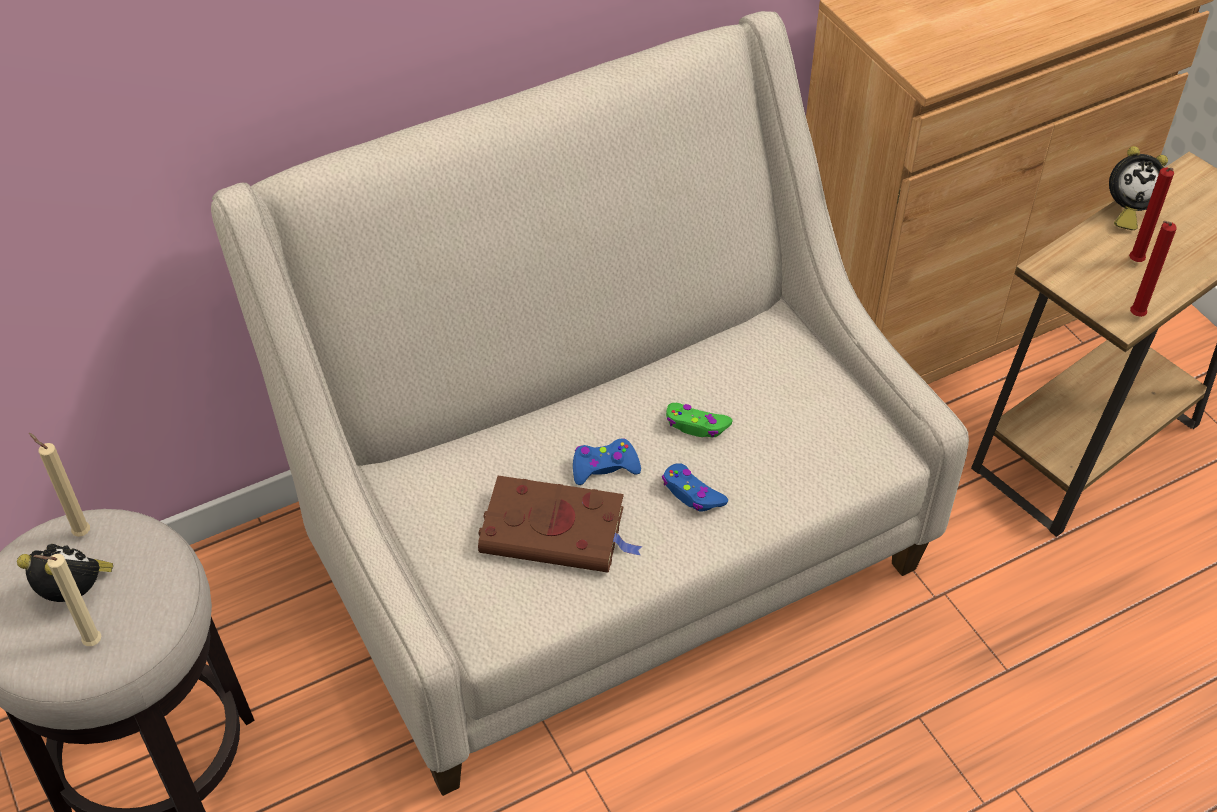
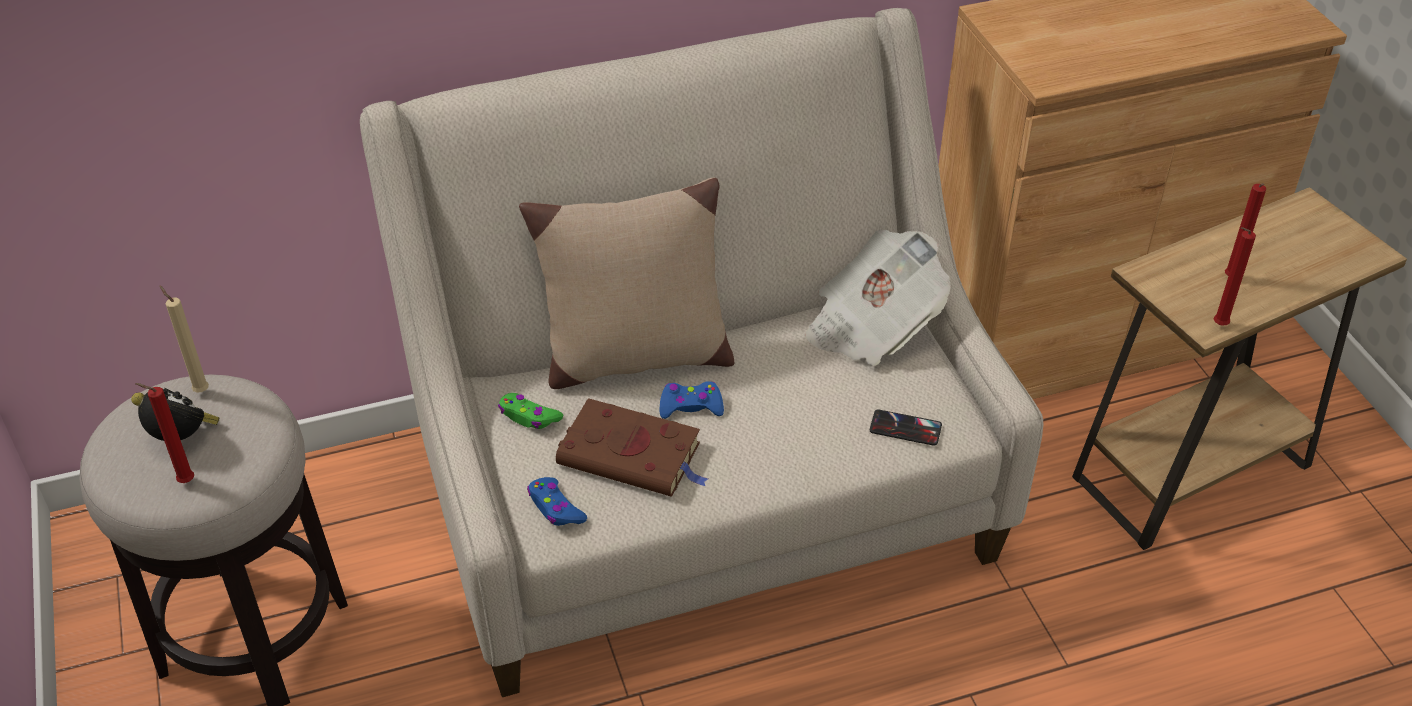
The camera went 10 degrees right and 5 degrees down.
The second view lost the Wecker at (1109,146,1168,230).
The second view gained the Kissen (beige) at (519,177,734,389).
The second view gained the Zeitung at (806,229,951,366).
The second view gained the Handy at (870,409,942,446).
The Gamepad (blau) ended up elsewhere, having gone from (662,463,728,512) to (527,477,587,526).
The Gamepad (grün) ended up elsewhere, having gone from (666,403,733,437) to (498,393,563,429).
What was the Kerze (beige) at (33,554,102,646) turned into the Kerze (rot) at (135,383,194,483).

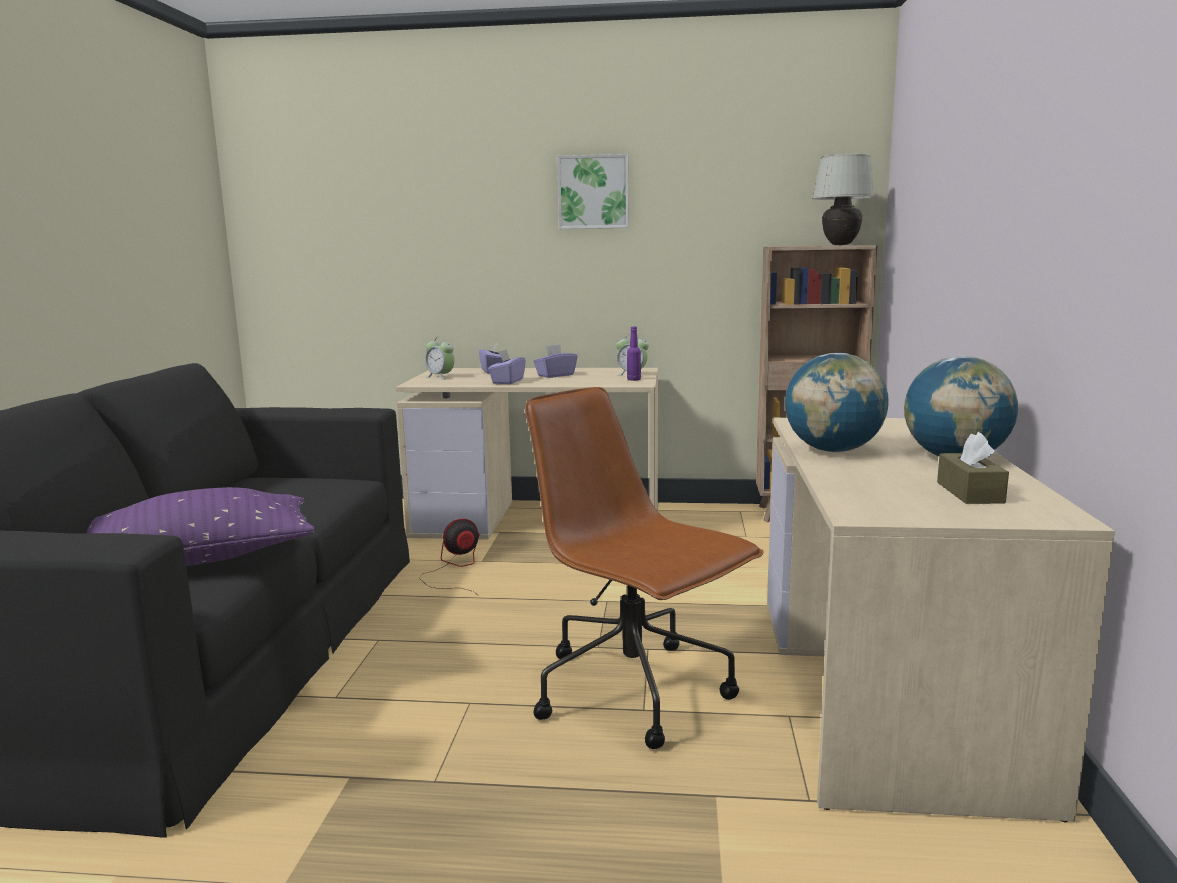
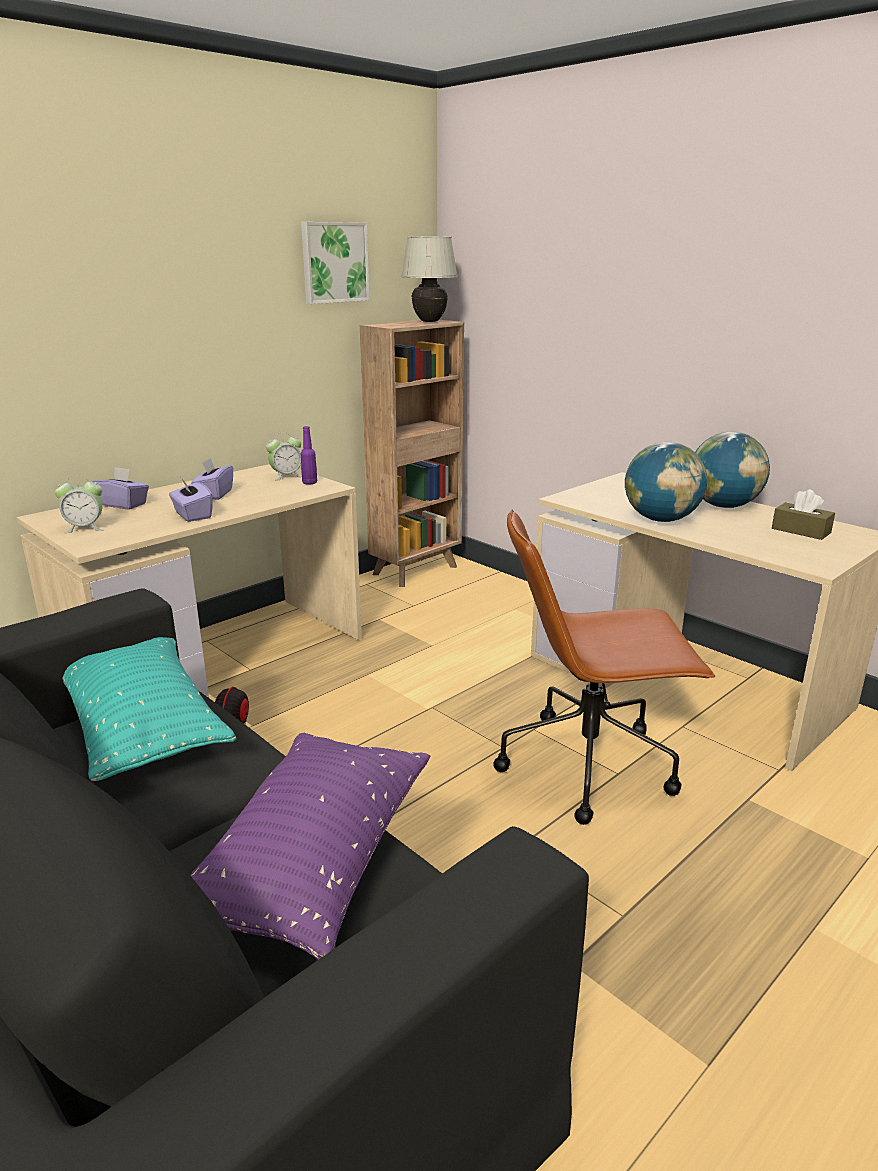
The camera went 50 degrees left and 10 degrees up.
The second view gained the Kissen (türkis) at (62,637,237,781).
The Bild ended up elsewhere, having gone from (557,154,629,229) to (301,222,370,304).

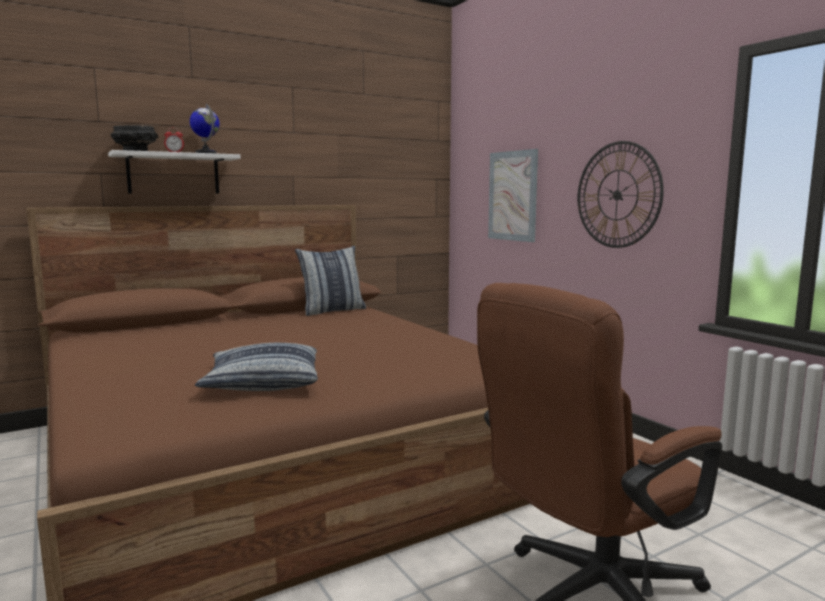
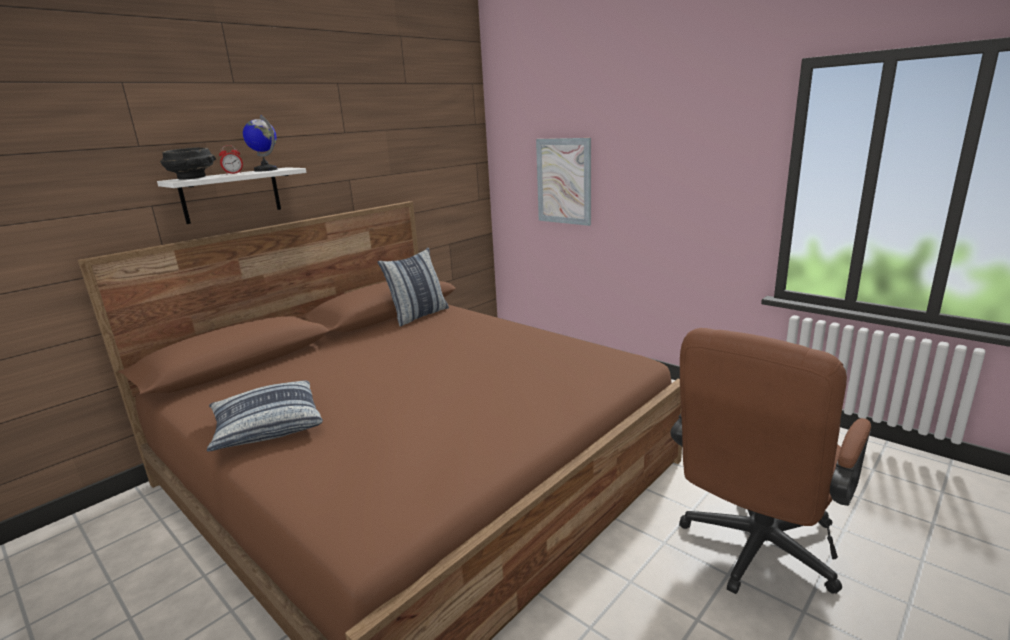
The camera went 15 degrees left and 10 degrees up.
The second view lost the Wanduhr at (578,141,664,248).
The Kissen ended up elsewhere, having gone from (195,343,318,391) to (207,380,323,451).

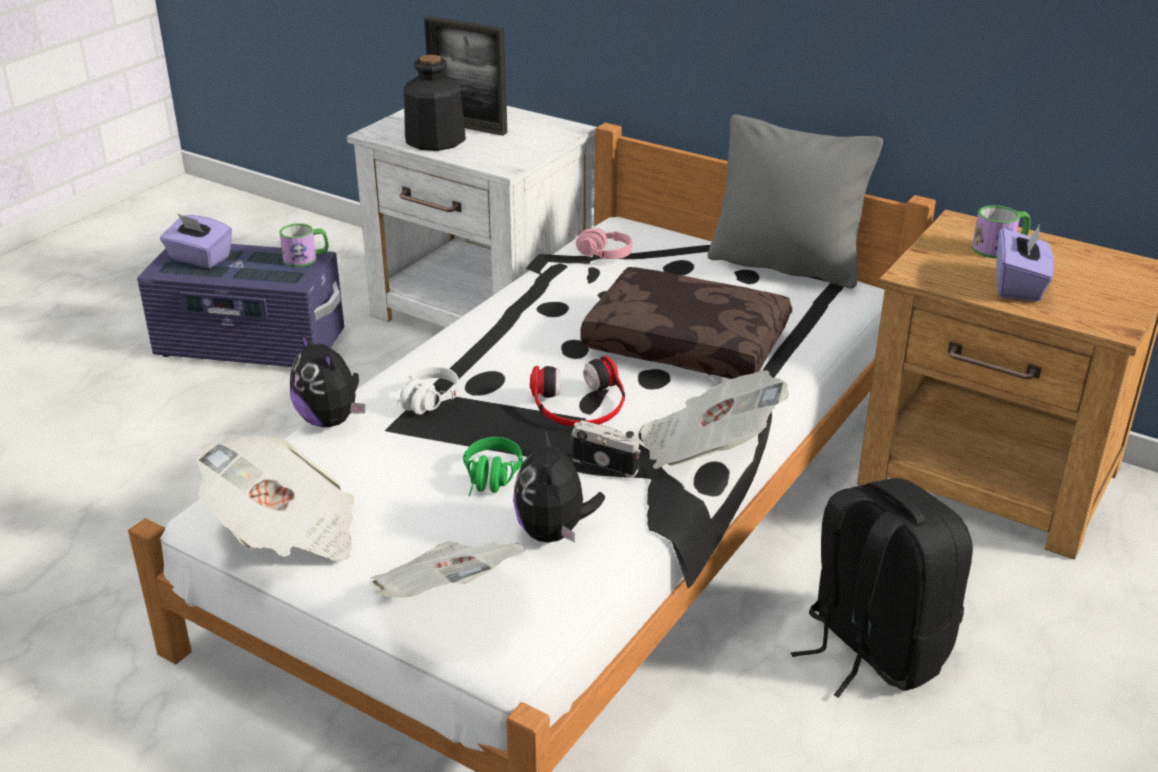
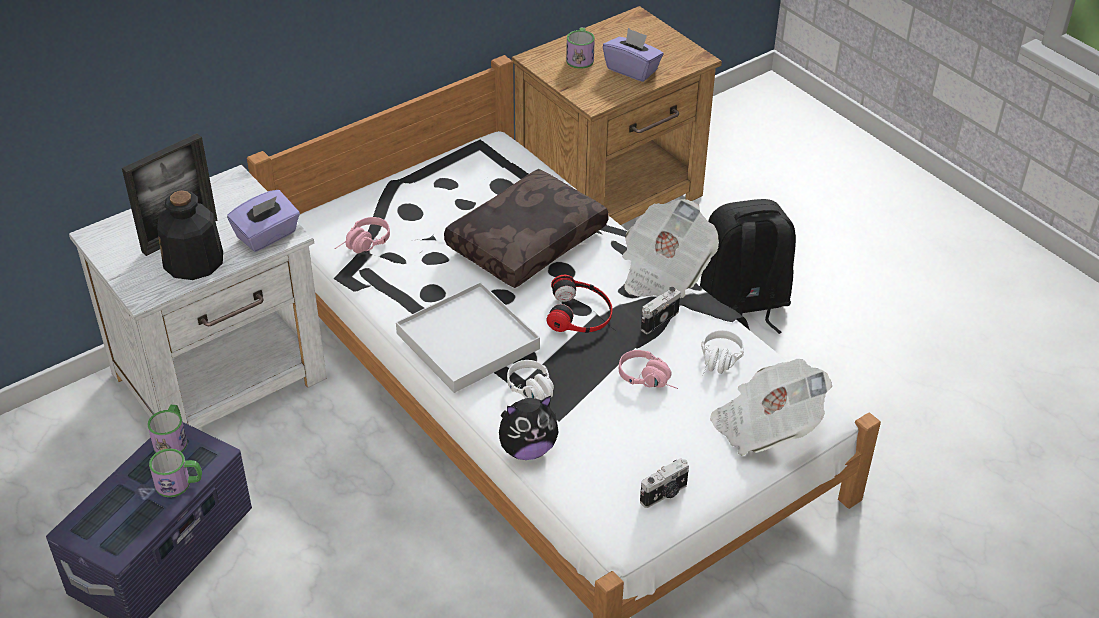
The camera went 70 degrees left and 10 degrees up.
The second view lost the Kissen (grau) at (708,114,883,289).
The second view gained the Henkelbecher at (149,449,202,497).
The second view gained the Tablett (weiß) at (396,282,540,393).
The Taschentuchbox (lila) ended up elsewhere, having gone from (160,214,232,268) to (227,190,300,252).
Where the Zeitung stood at (196,436,355,561), the Kamera came to stand at (640,458,689,508).
Where the Plüschtier stood at (513,429,605,542), the Kopfhörer (weiß) came to stand at (701,330,744,376).
What was the Kopfhörer (grün) at (463,437,523,496) turned into the Kopfhörer (rosa) at (619,350,678,389).

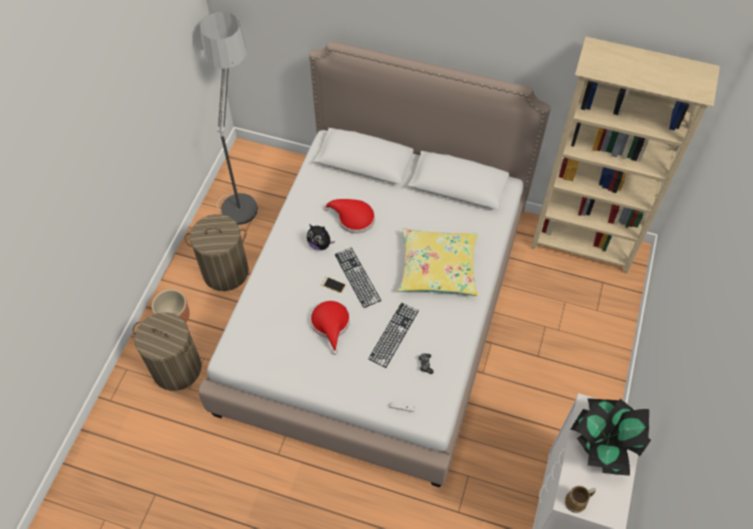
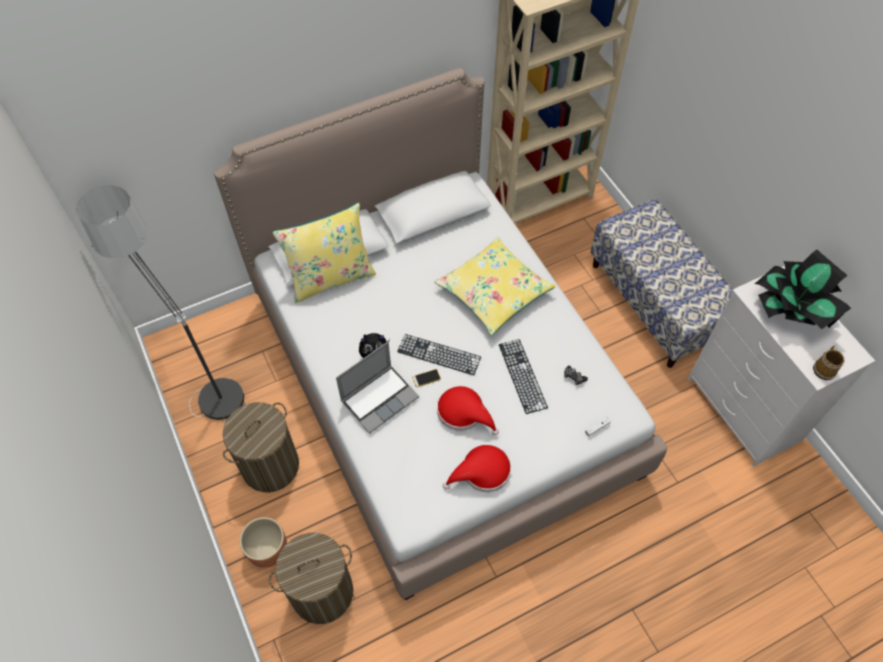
The camera went 45 degrees left and 0 degrees up.
The second view gained the Kissen (gelb) at (272,203,376,303).
The second view gained the Laptop at (336,342,419,434).
The second view gained the Bank at (590,199,733,368).
The Hut (rot) ended up elsewhere, having gone from (323,199,375,234) to (443,444,511,492).

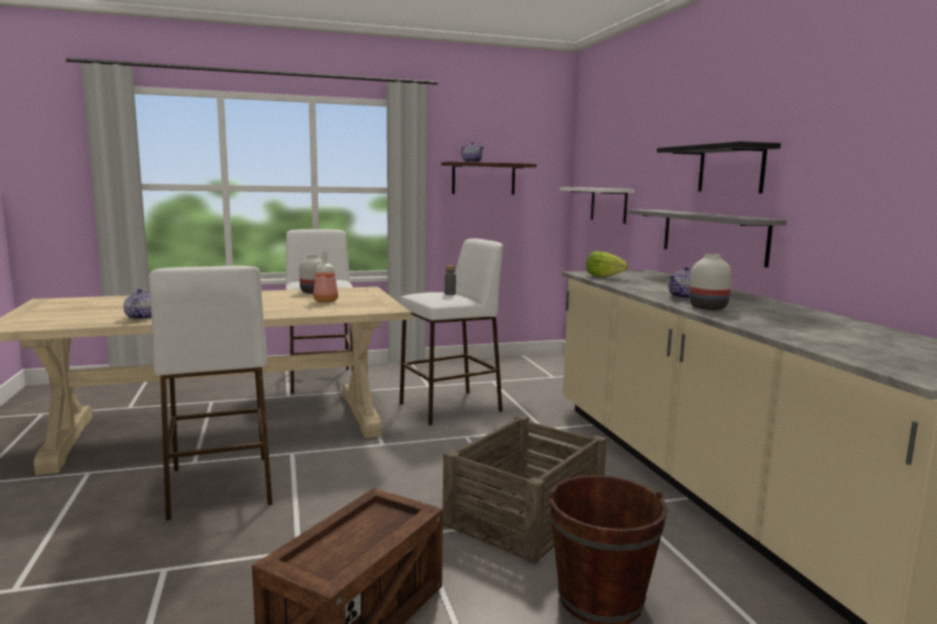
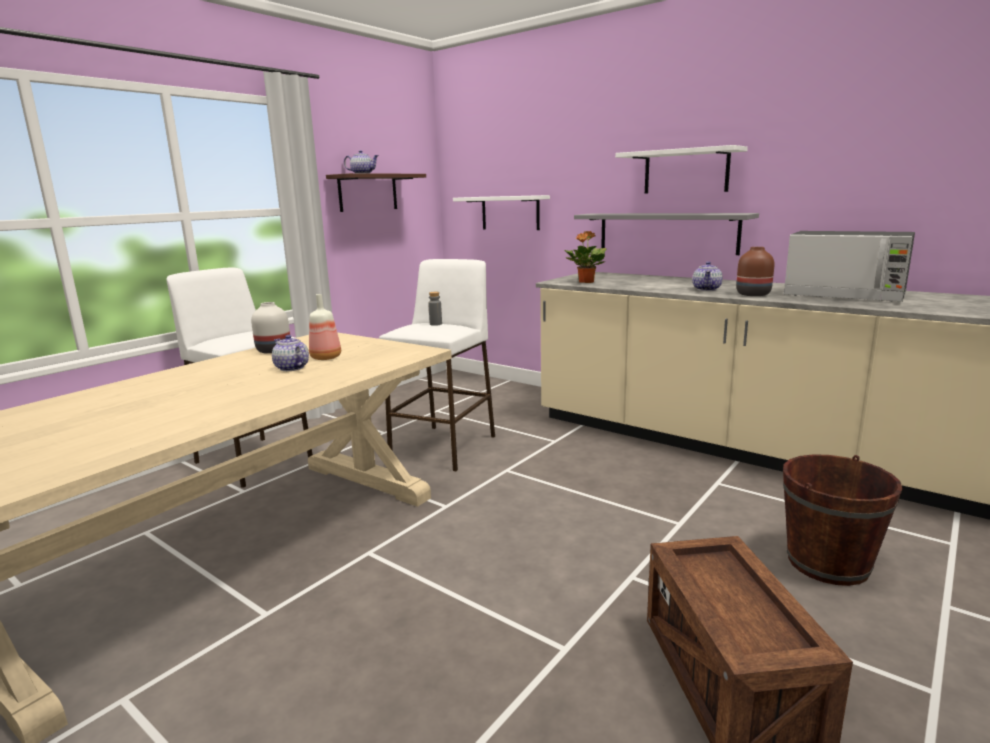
The camera went 35 degrees left and 5 degrees up.
The second view lost the Hocker (weiß) at (149,266,272,520).
The second view lost the Kiste at (443,415,607,563).
The second view gained the Mikrowelle at (784,231,915,302).
The Teekanne ended up elsewhere, having gone from (124,289,152,320) to (272,335,309,371).
Where the Salatkopf stood at (586,251,628,277), the Topfpflanze came to stand at (565,231,607,283).
What was the Wandregal (schwarz) at (657,141,781,193) turned into the Wandregal (weiß) at (615,145,748,194).
What was the Vase (weiß) at (689,254,732,310) turned into the Vase (braun) at (736,247,774,296).

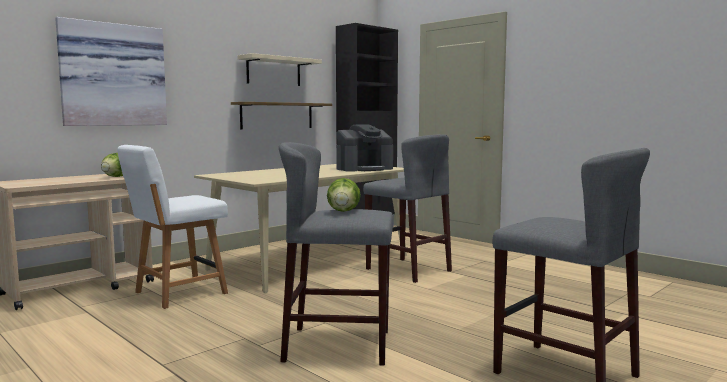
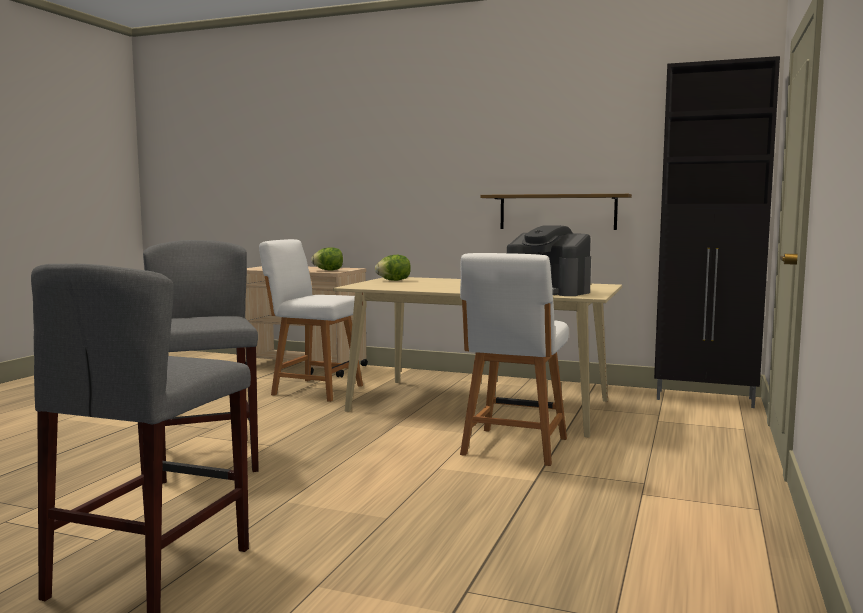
The camera went 65 degrees right and 0 degrees up.
The second view lost the Bild at (55,17,167,126).
The second view lost the Wandregal (beige) at (237,53,322,86).
The Salatkopf ended up elsewhere, having gone from (327,178,361,212) to (375,255,411,281).
Where the Hocker (grau) stood at (363,134,452,283), the Stuhl (weiß) came to stand at (460,253,569,466).

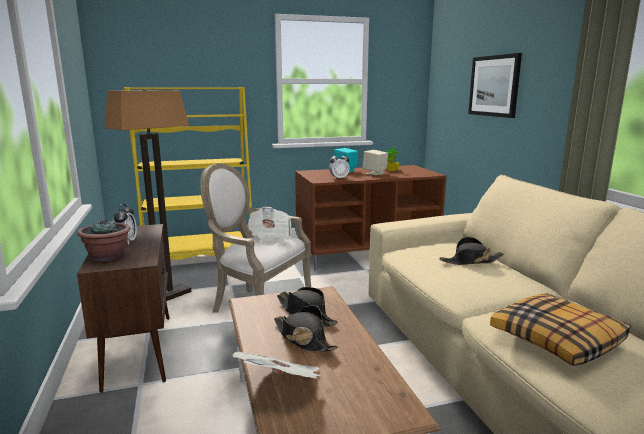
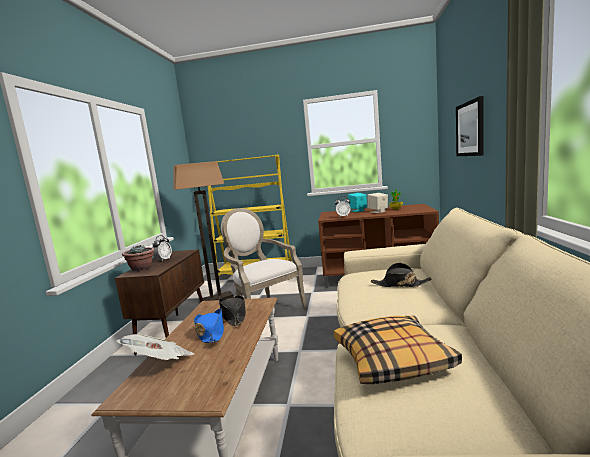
The camera went 25 degrees right and 5 degrees down.
The second view lost the Zeitung at (247,207,292,246).
What was the Hut (schwarz) at (274,305,338,352) turned into the Hut (blau) at (194,308,224,343).

